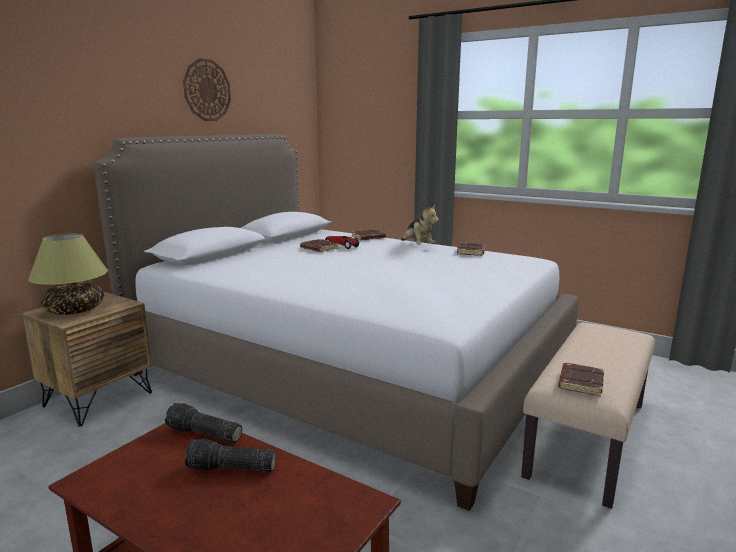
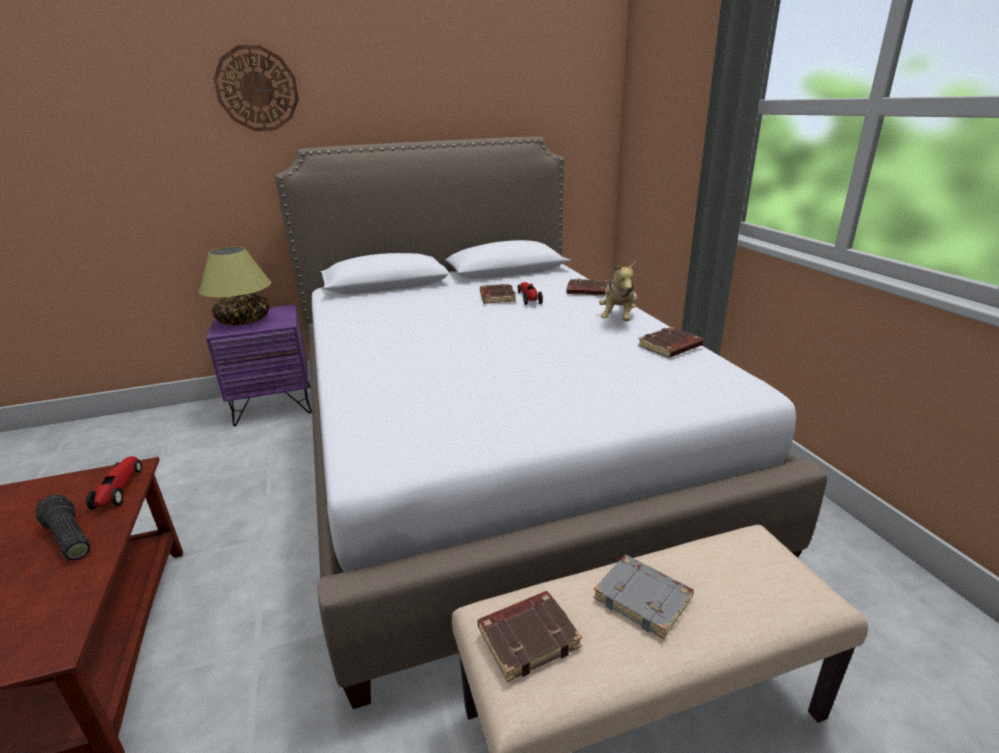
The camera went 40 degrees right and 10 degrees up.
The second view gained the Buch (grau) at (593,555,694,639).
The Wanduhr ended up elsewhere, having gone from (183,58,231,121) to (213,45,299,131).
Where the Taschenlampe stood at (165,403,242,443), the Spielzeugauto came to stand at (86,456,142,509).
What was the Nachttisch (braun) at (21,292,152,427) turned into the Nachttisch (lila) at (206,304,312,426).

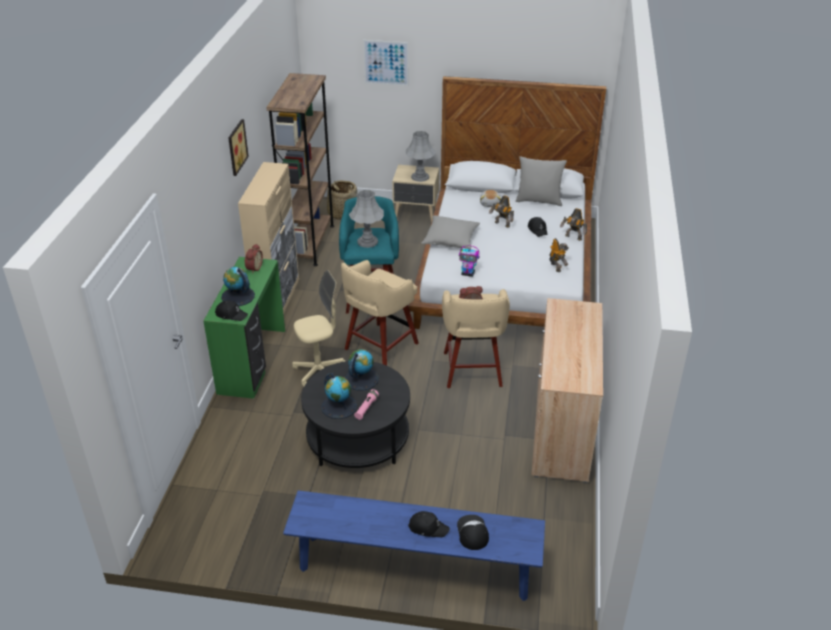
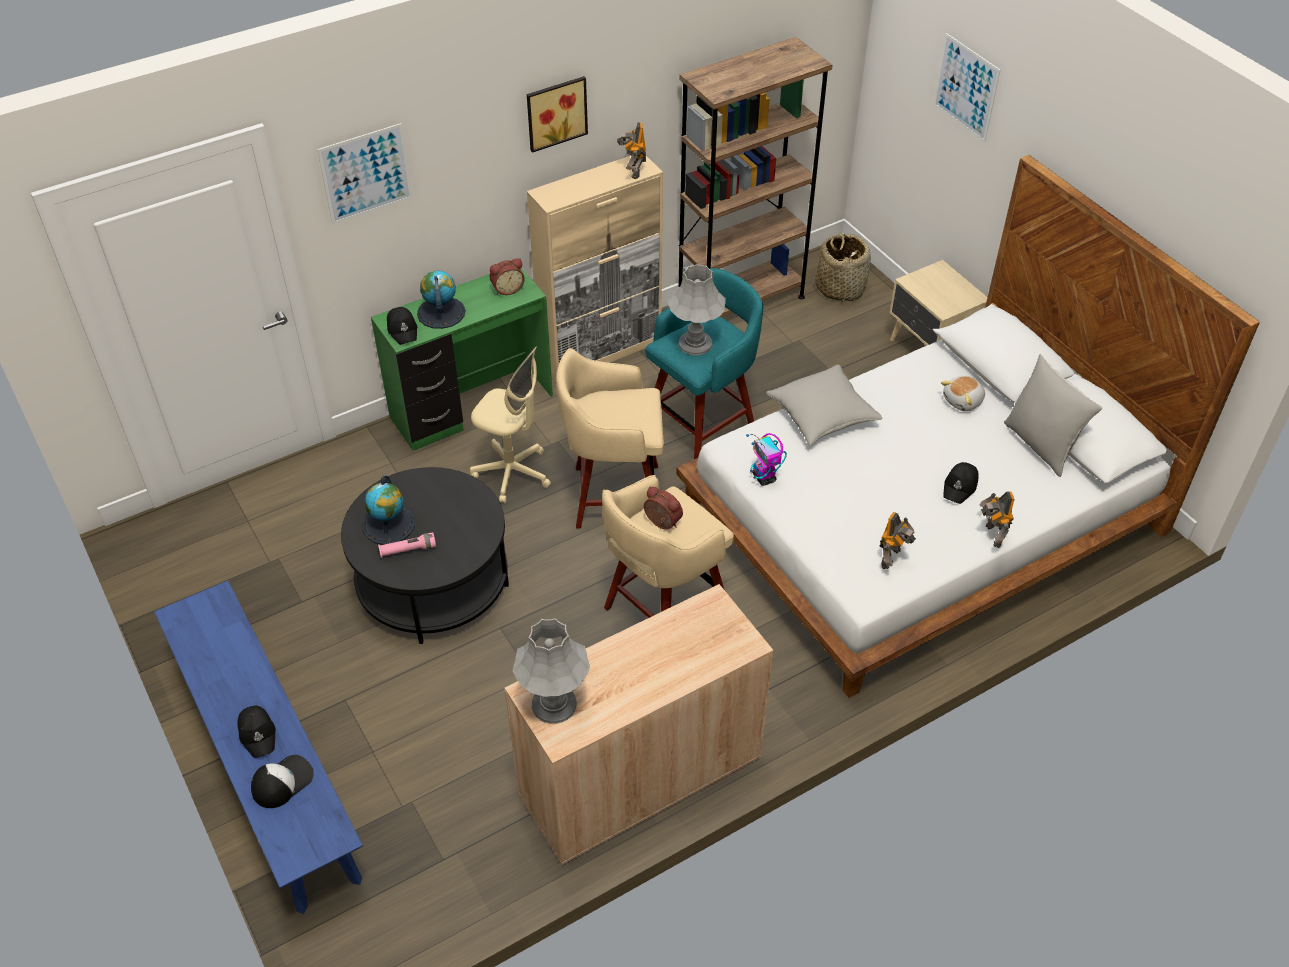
The camera went 50 degrees right and 10 degrees up.
The second view lost the Globus at (345,349,379,391).
The second view gained the Bild at (317,123,413,225).
The Tischlampe (grau) ended up elsewhere, having gone from (406,131,436,182) to (512,618,590,724).
The Spielzeugroboter ended up elsewhere, having gone from (489,195,514,228) to (617,122,646,179).

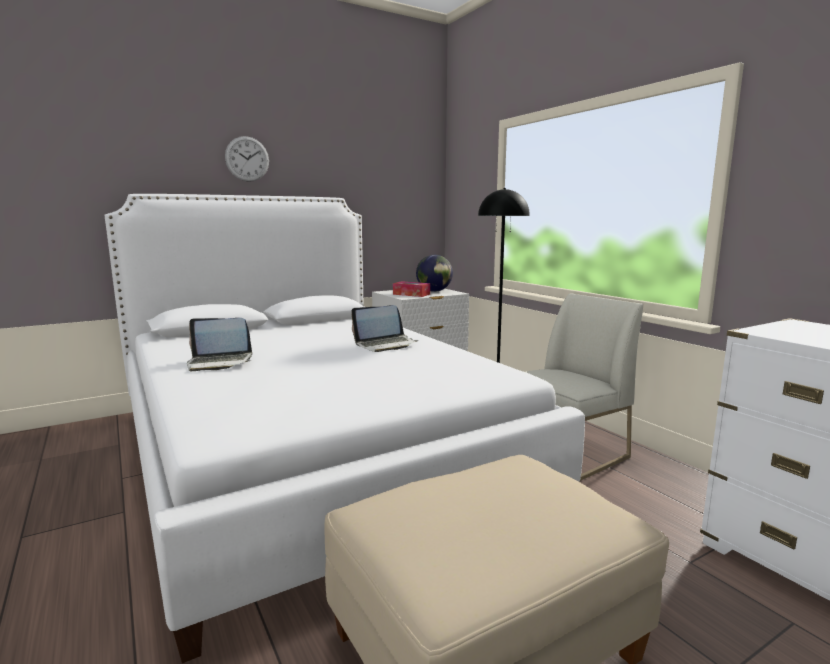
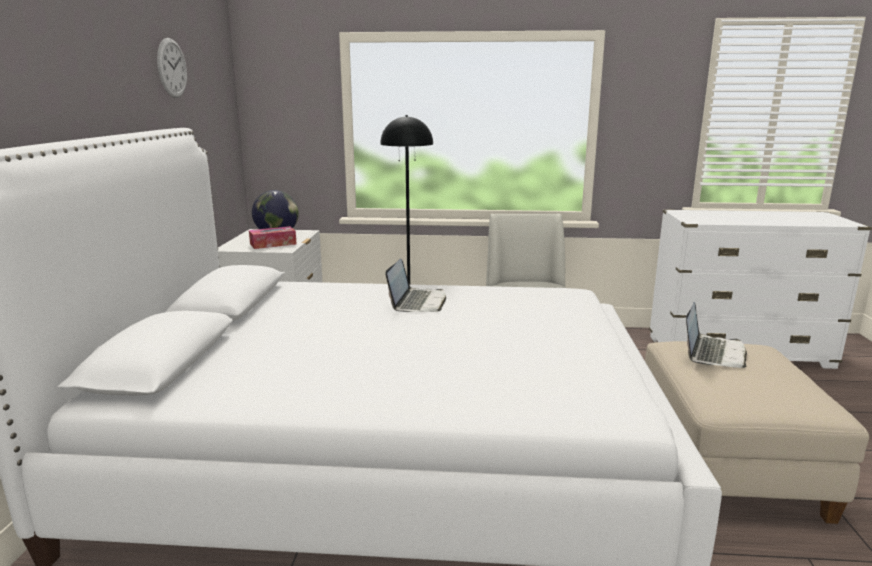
The camera went 55 degrees left and 5 degrees up.
The Laptop ended up elsewhere, having gone from (187,318,252,371) to (686,302,747,368).
The Wanduhr ended up elsewhere, having gone from (225,136,269,182) to (157,38,187,98).

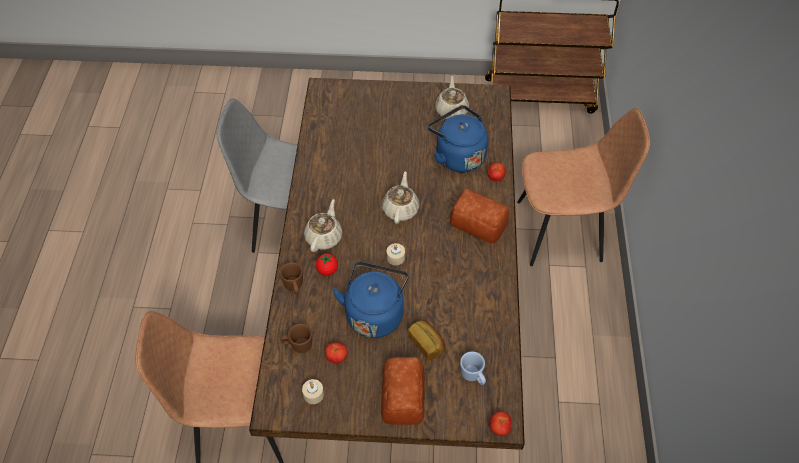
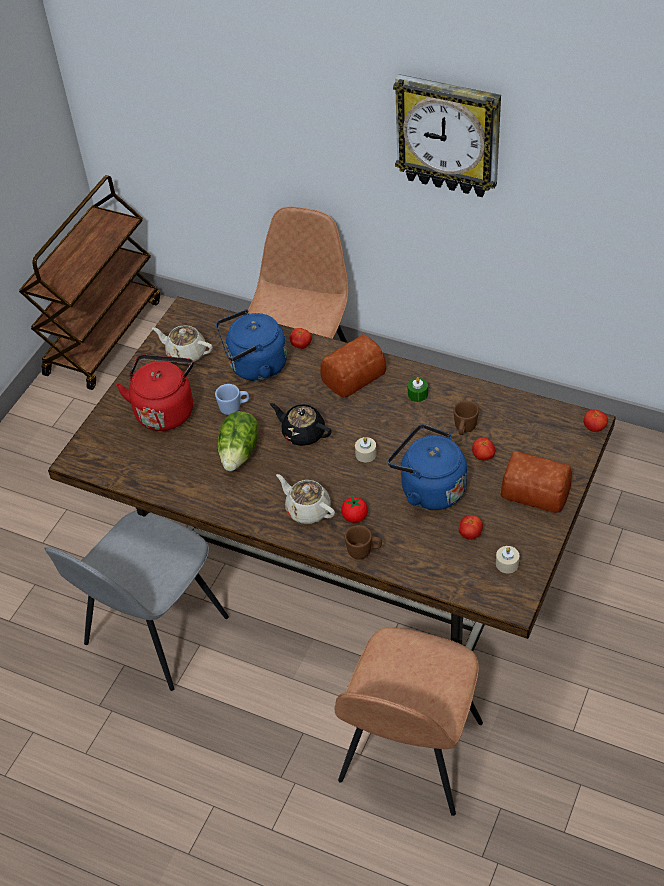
The camera went 65 degrees left and 5 degrees down.
The second view gained the Wasserkessel (rot) at (116,355,194,431).
The second view gained the Salatkopf at (217,411,258,471).
The second view gained the Wanduhr at (393,74,501,197).
The second view gained the Kerze (grün) at (408,377,428,402).
The Henkelbecher (braun) ended up elsewhere, having gone from (280,324,312,353) to (453,400,479,435).
The Henkelbecher (blau) ended up elsewhere, having gone from (460,352,486,385) to (215,384,249,415).
Where the Brot stood at (408,320,445,361), the Tomate came to stand at (472,437,495,461).
What was the Teekanne (beige) at (382,171,419,224) turned into the Teekanne (schwarz) at (270,403,332,446).

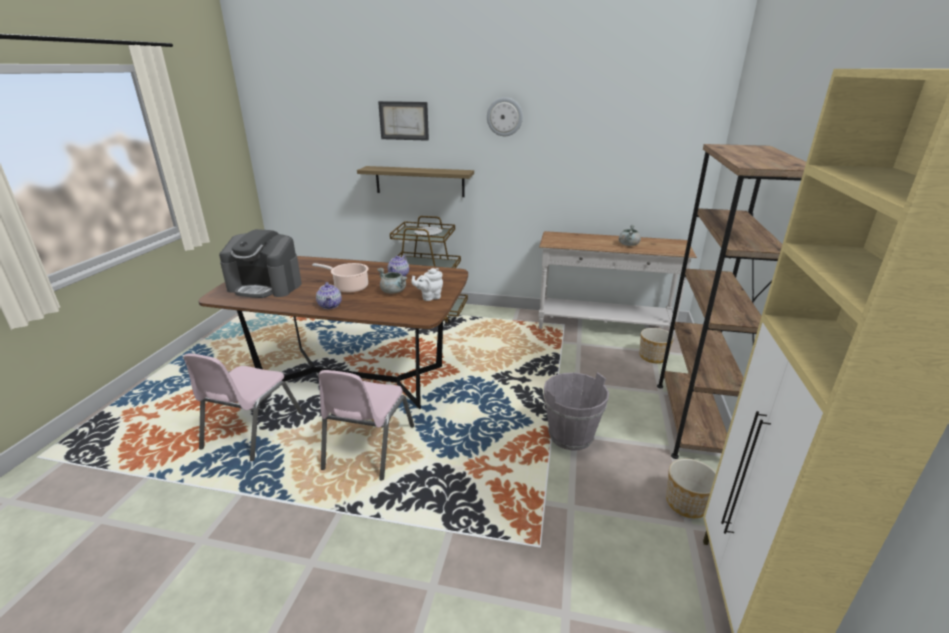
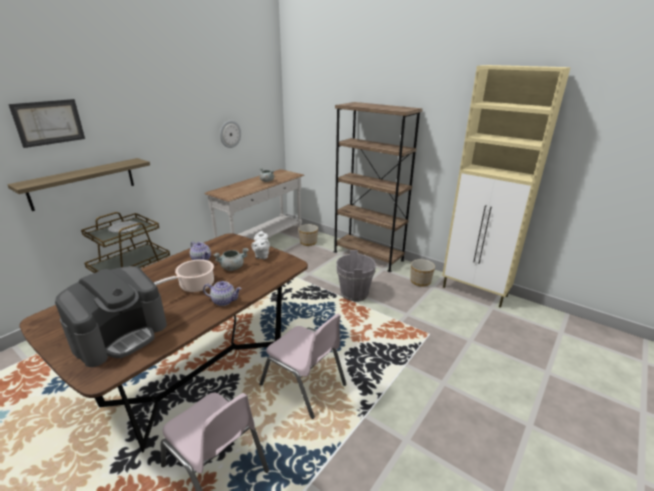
The camera went 65 degrees left and 0 degrees up.
The Wanduhr ended up elsewhere, having gone from (487,97,523,136) to (220,120,241,148).

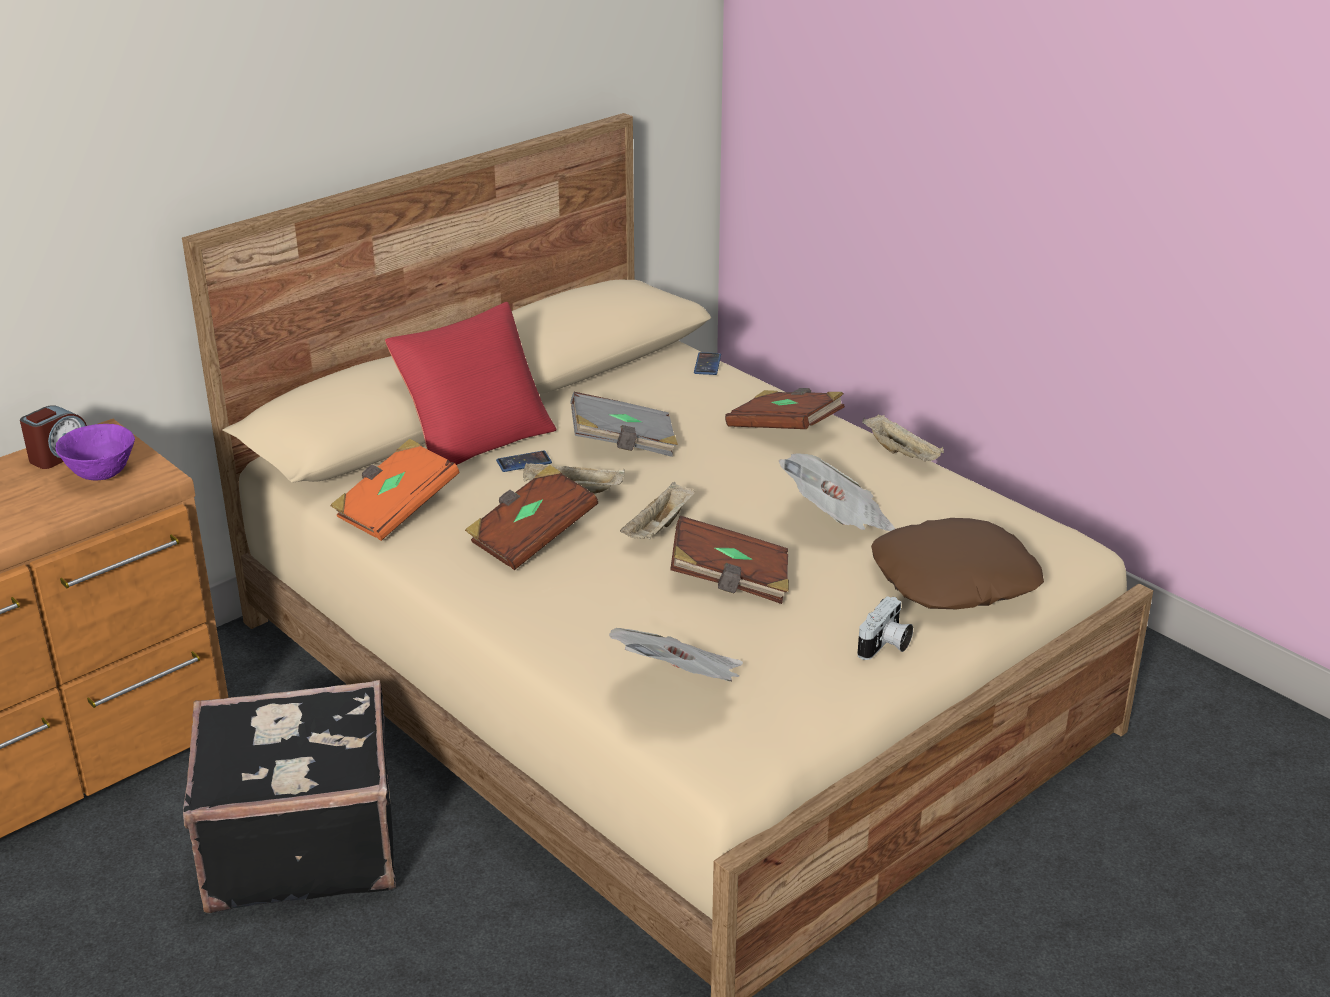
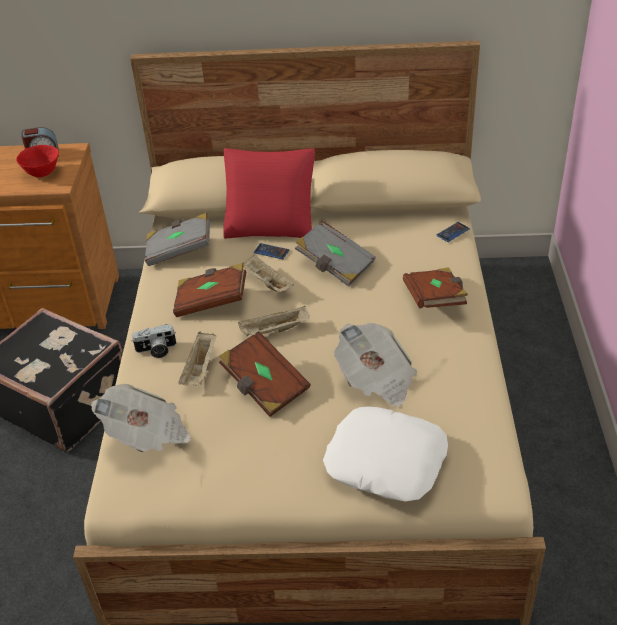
The camera went 45 degrees right and 10 degrees up.
The Kamera ended up elsewhere, having gone from (857,596,913,660) to (131,324,176,358).
The Tablett (beige) ended up elsewhere, having gone from (862,415,944,462) to (178,332,216,386).
What was the Schüssel (lila) at (55,424,135,480) turned into the Schüssel (rot) at (16,145,59,177).
What was the Buch (orange) at (330,439,459,541) turned into the Buch (grau) at (145,213,210,266).
What was the Kissen (braun) at (871,518,1044,609) turned into the Kissen (weiß) at (323,406,448,501).

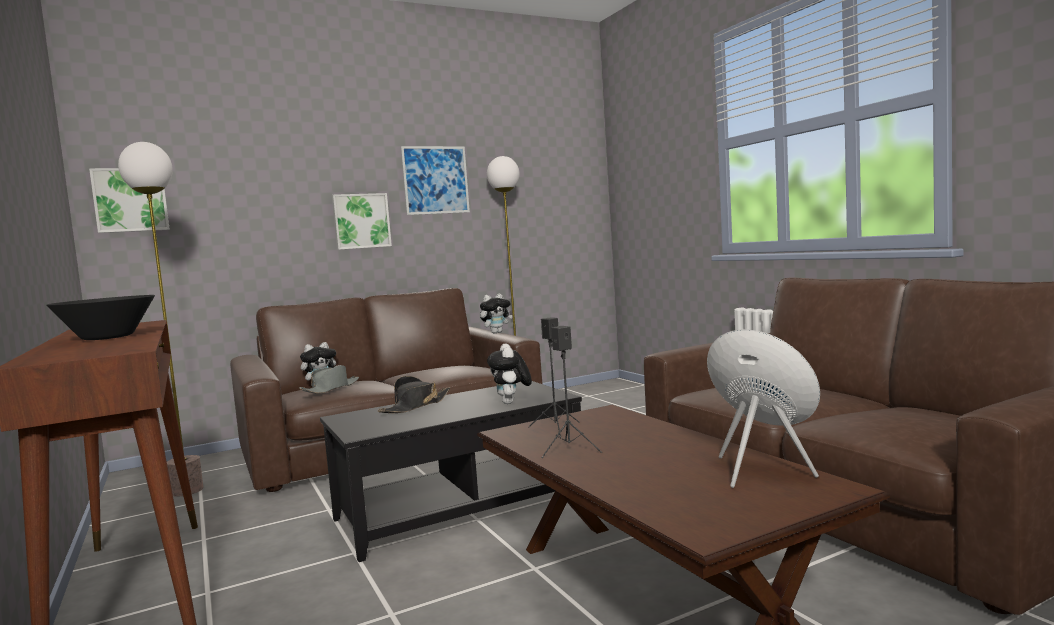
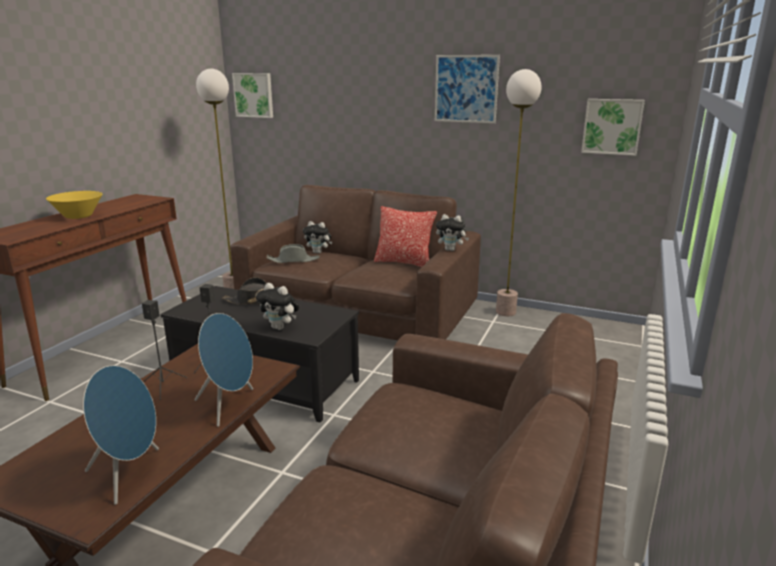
The camera went 50 degrees right and 15 degrees up.
The second view gained the Lautsprecher (blau) at (194,313,253,427).
The second view gained the Kissen at (374,206,437,267).
The Bild ended up elsewhere, having gone from (332,193,392,250) to (581,99,645,156).
What was the Schüssel (schwarz) at (46,295,155,340) turned into the Schüssel (gelb) at (46,191,102,219).
The Plüschtier at (487,344,532,404) ended up facing another way, 105 degrees counterclockwise from before.

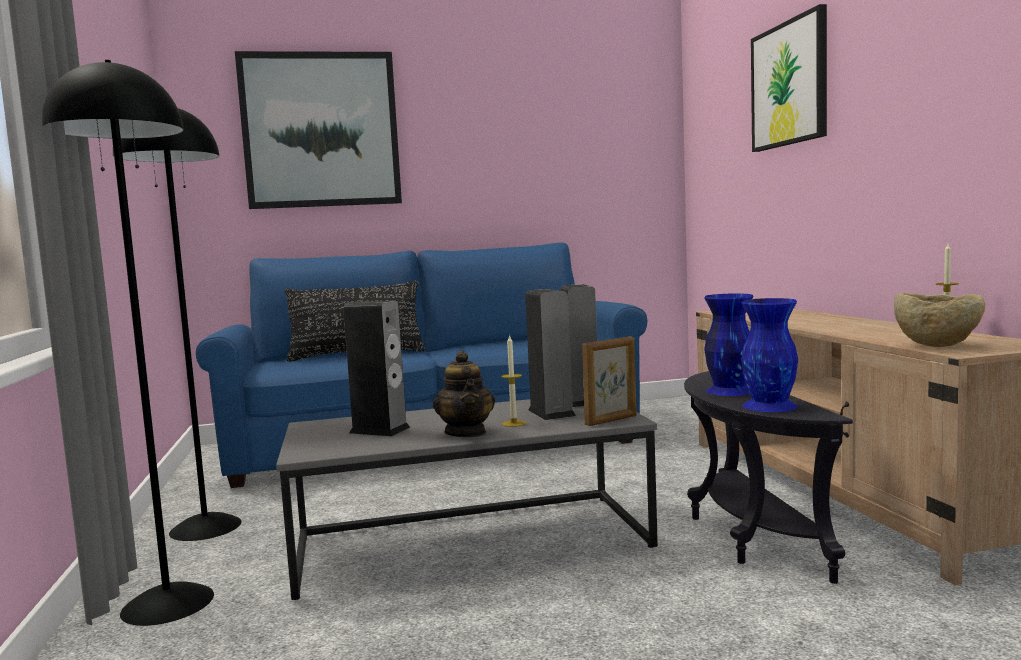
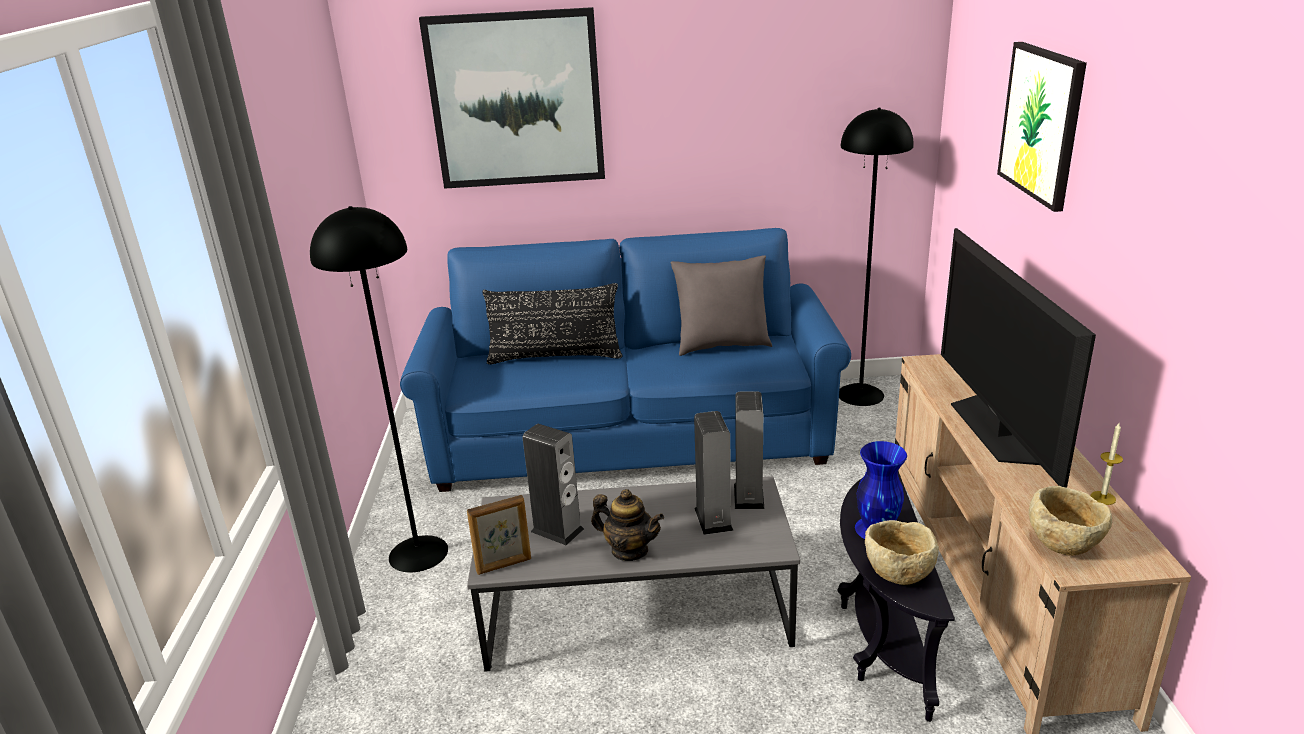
The camera went 10 degrees right and 20 degrees up.
The second view lost the Kerze at (501,334,526,427).
The second view gained the Kissen (grau) at (670,255,772,356).
The second view gained the Fernseher at (941,228,1096,488).
The Stehlampe (schwarz) ended up elsewhere, having gone from (42,60,214,626) to (839,108,914,406).
The Bilderrahmen ended up elsewhere, having gone from (582,337,636,426) to (467,495,531,575).
Where the Vase (blau) stood at (741,298,798,412), the Schüssel (beige) came to stand at (865,520,939,585).
The Teekanne at (433,351,495,437) ended up facing another way, 60 degrees counterclockwise from before.

